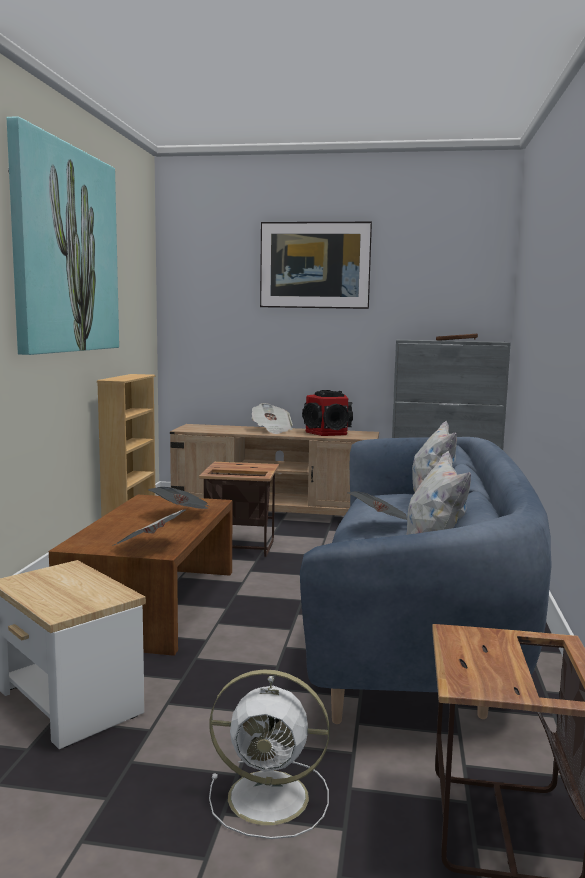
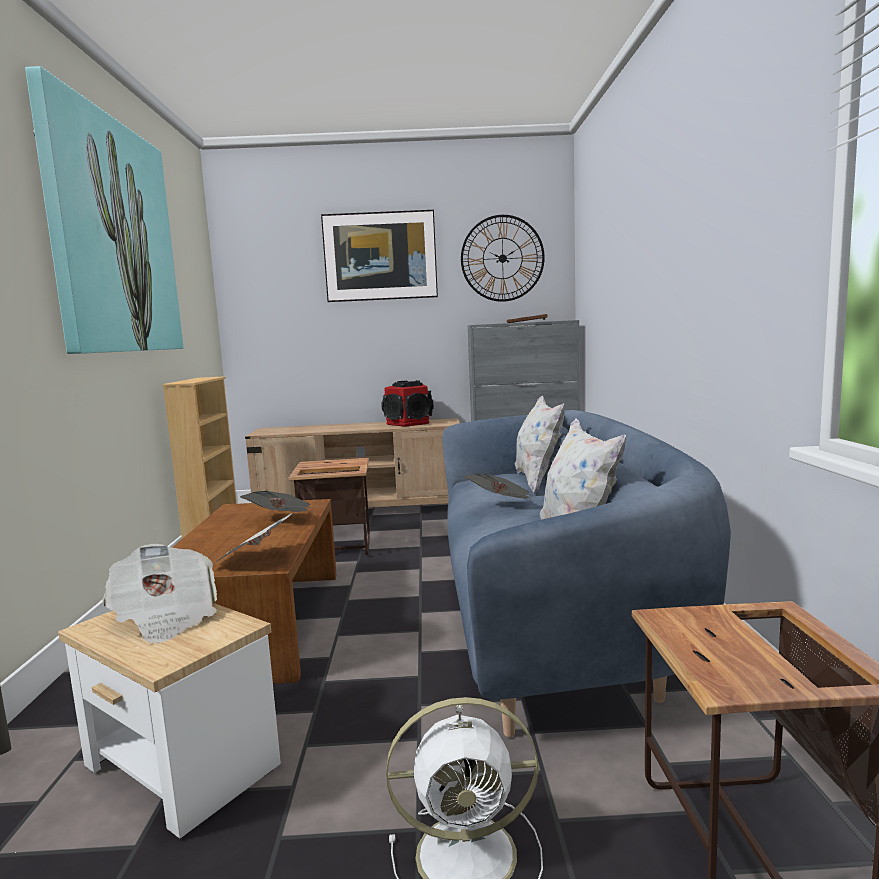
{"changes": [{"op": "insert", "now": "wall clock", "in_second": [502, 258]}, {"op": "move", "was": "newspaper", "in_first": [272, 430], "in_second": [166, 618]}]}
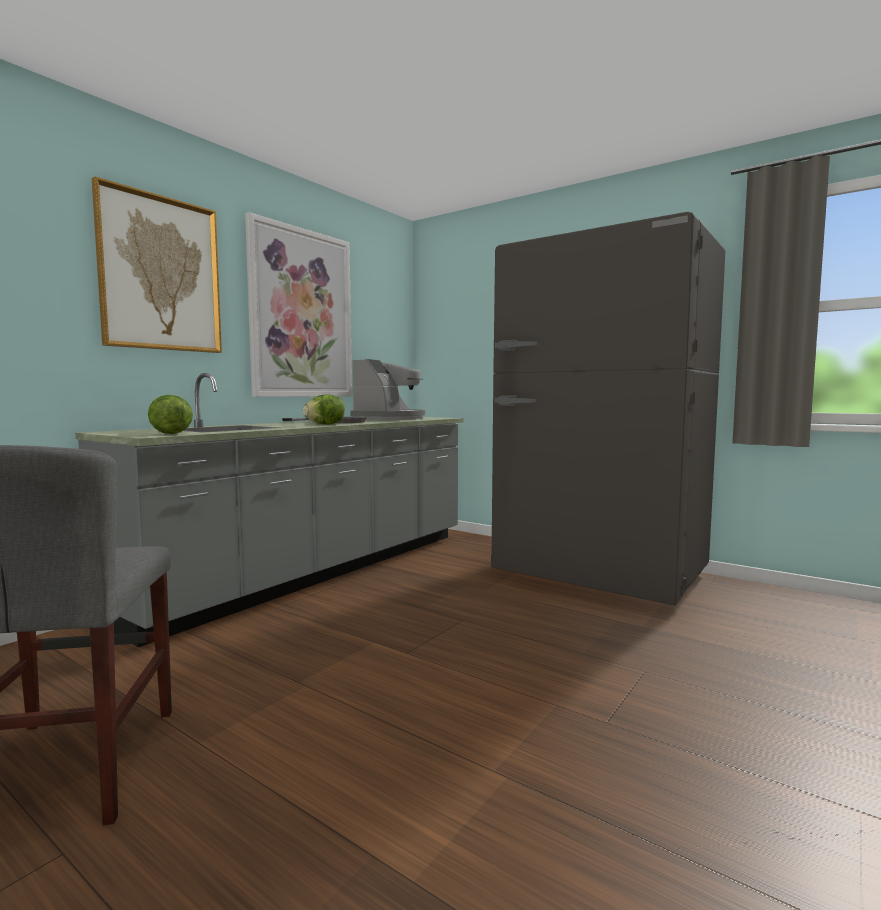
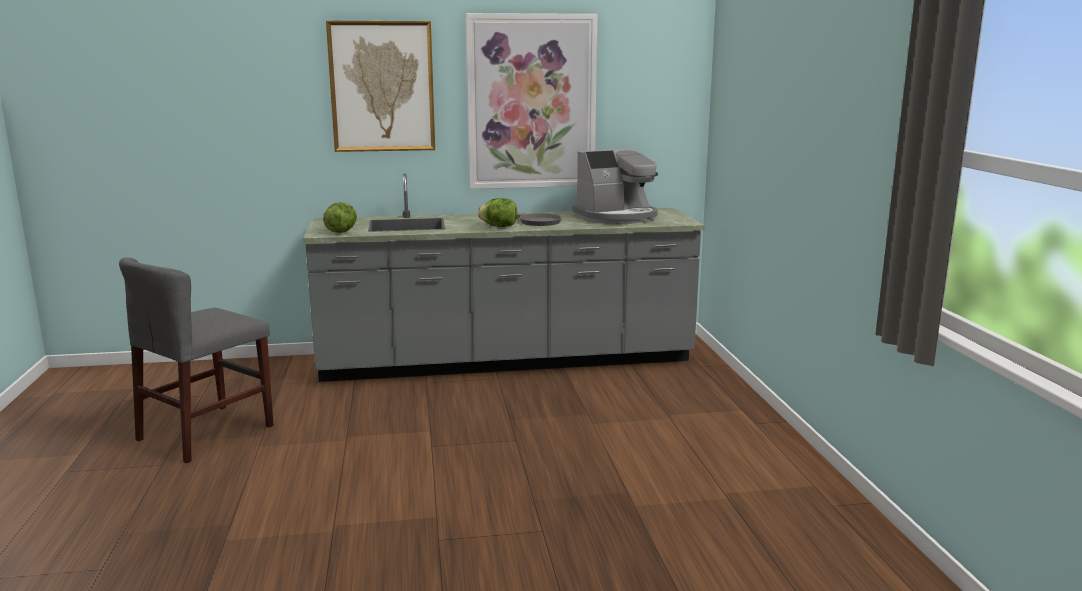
{"changes": [{"op": "delete", "was": "grey fridge", "in_first": [599, 575]}]}
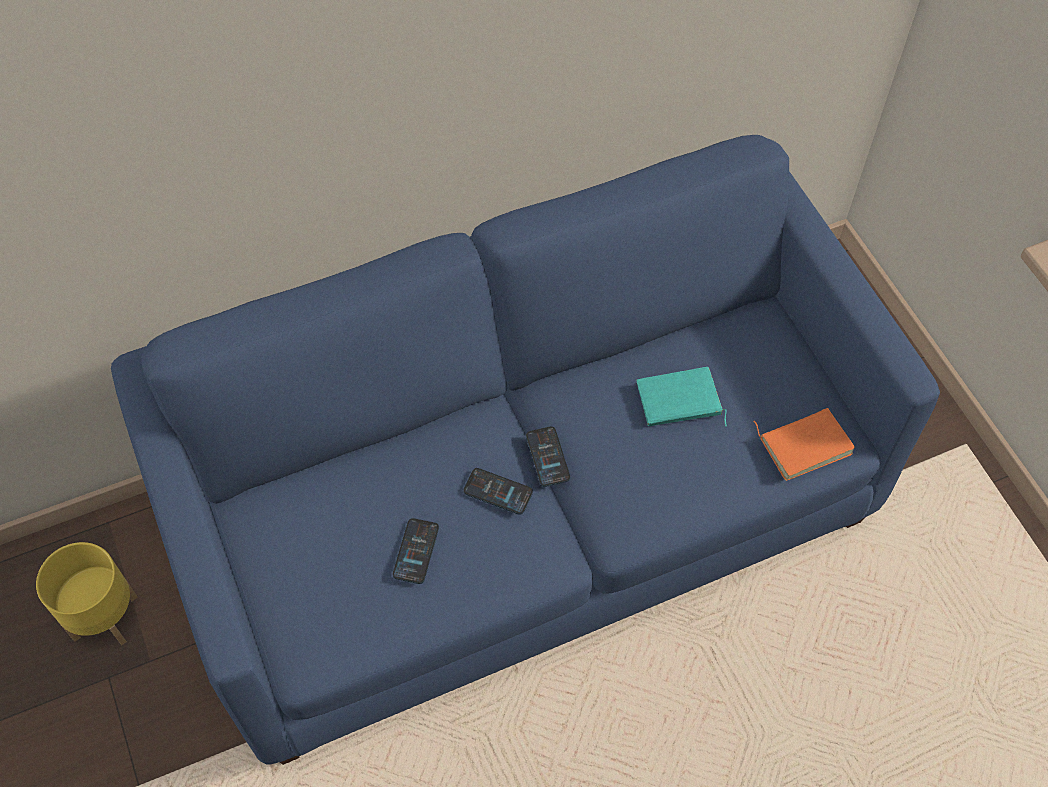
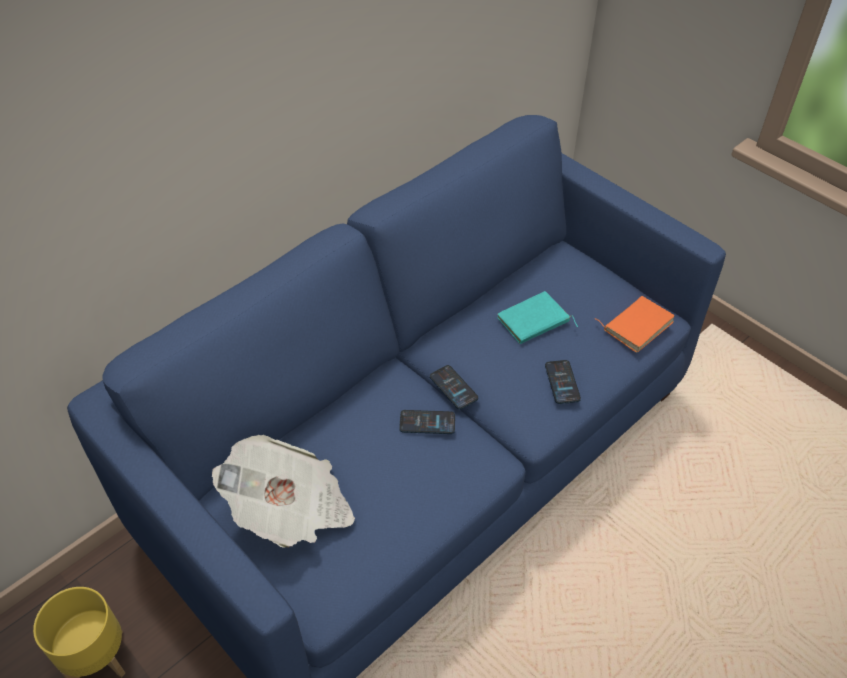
{"changes": [{"op": "insert", "now": "newspaper", "in_second": [291, 509]}, {"op": "move", "was": "phone", "in_first": [416, 551], "in_second": [562, 382]}]}
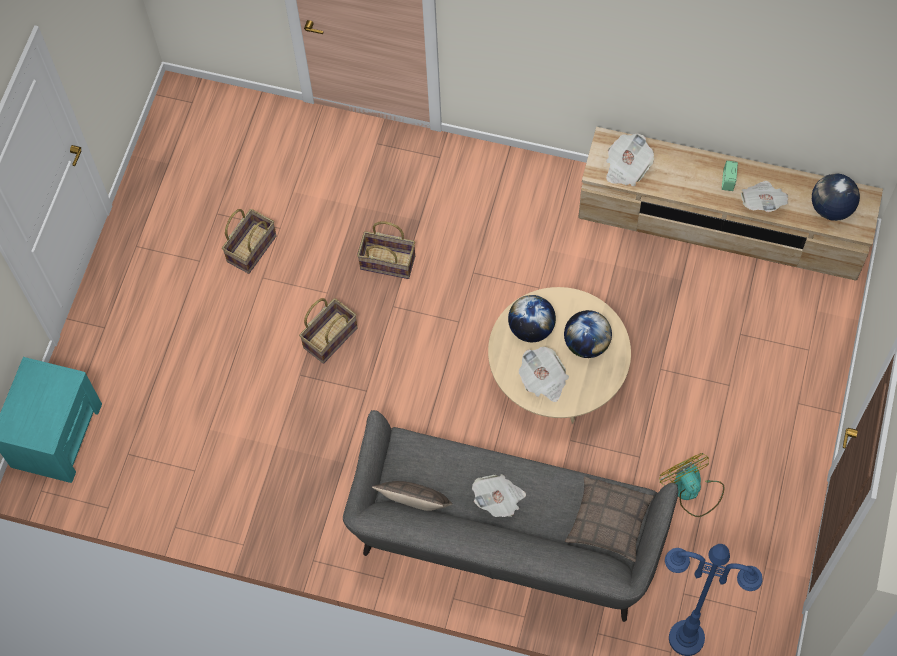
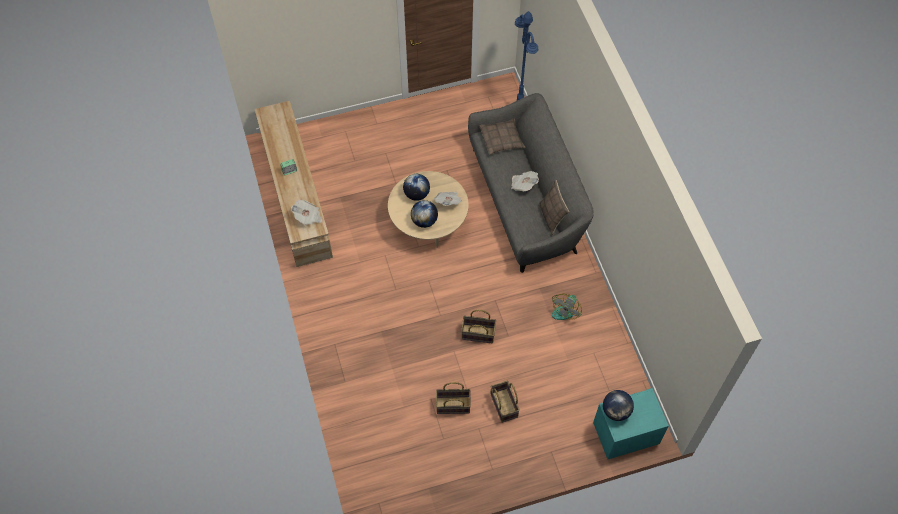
{"changes": [{"op": "delete", "was": "newspaper", "in_first": [762, 202]}, {"op": "move", "was": "basket", "in_first": [388, 262], "in_second": [503, 405]}, {"op": "move", "was": "fan", "in_first": [692, 490], "in_second": [565, 309]}, {"op": "move", "was": "globe", "in_first": [831, 208], "in_second": [616, 411]}]}
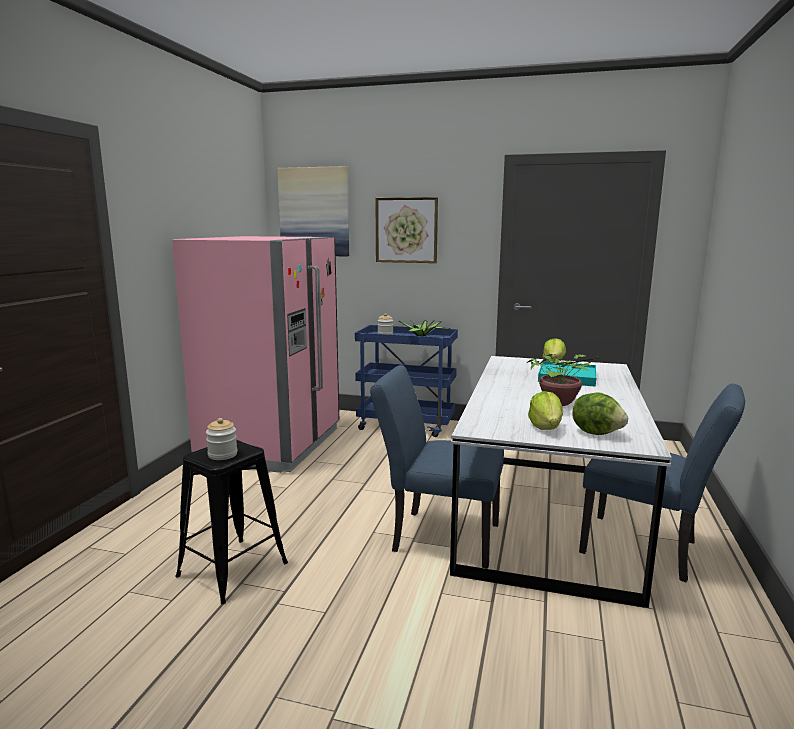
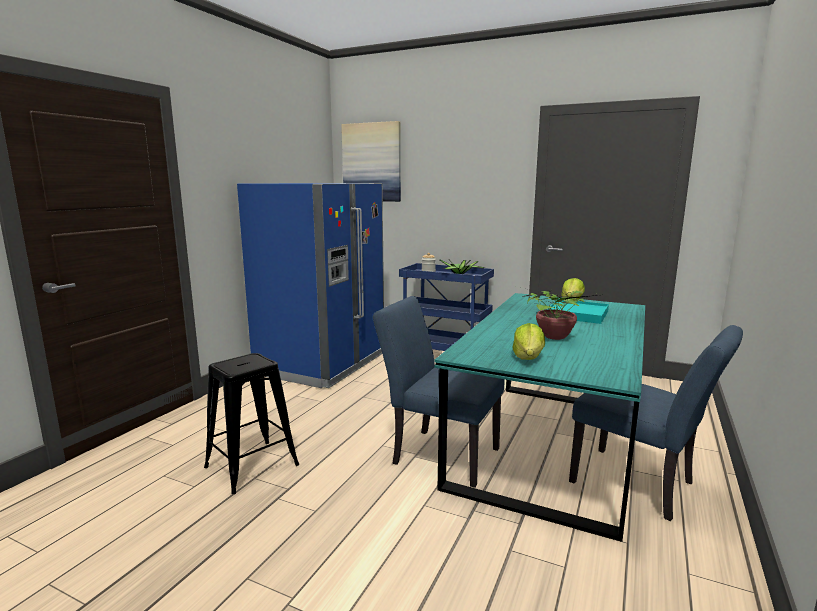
{"changes": [{"op": "delete", "was": "jar", "in_first": [222, 455]}, {"op": "delete", "was": "picture", "in_first": [406, 230]}, {"op": "delete", "was": "lettuce", "in_first": [597, 432]}, {"op": "recolor", "was": "pink fridge", "now": "blue fridge", "in_first": [271, 445], "in_second": [322, 364]}, {"op": "recolor", "was": "white dining table", "now": "turquoise dining table", "in_first": [549, 515], "in_second": [551, 444]}]}
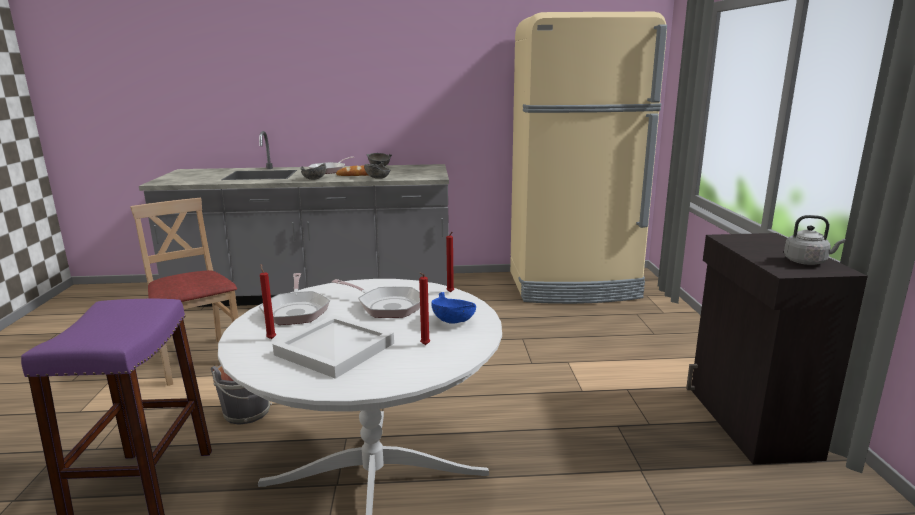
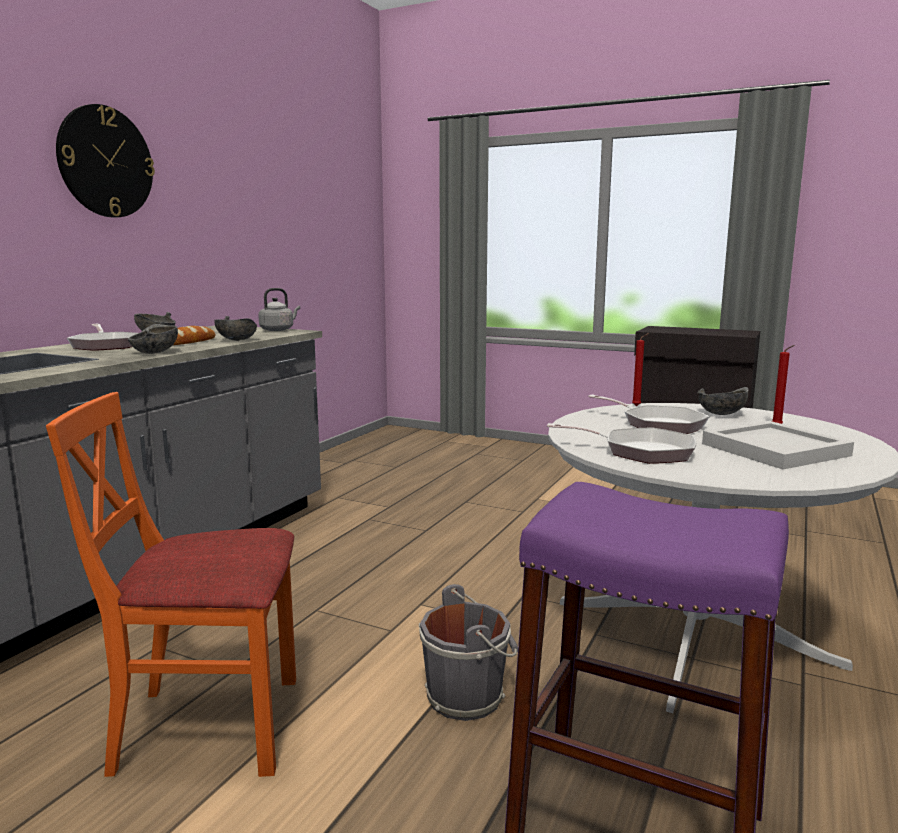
{"changes": [{"op": "delete", "was": "red candle", "in_first": [271, 338]}, {"op": "delete", "was": "beige fridge", "in_first": [573, 286]}, {"op": "insert", "now": "wall clock", "in_second": [105, 162]}, {"op": "move", "was": "grey kettle", "in_first": [807, 262], "in_second": [278, 330]}, {"op": "recolor", "was": "beige chair", "now": "orange chair", "in_first": [199, 360], "in_second": [209, 726]}, {"op": "recolor", "was": "blue bowl", "now": "grey bowl", "in_first": [454, 321], "in_second": [720, 414]}, {"op": "rotate", "was": "frying pan", "in_first": [386, 306], "in_second": [658, 425], "clockwise": 75}]}
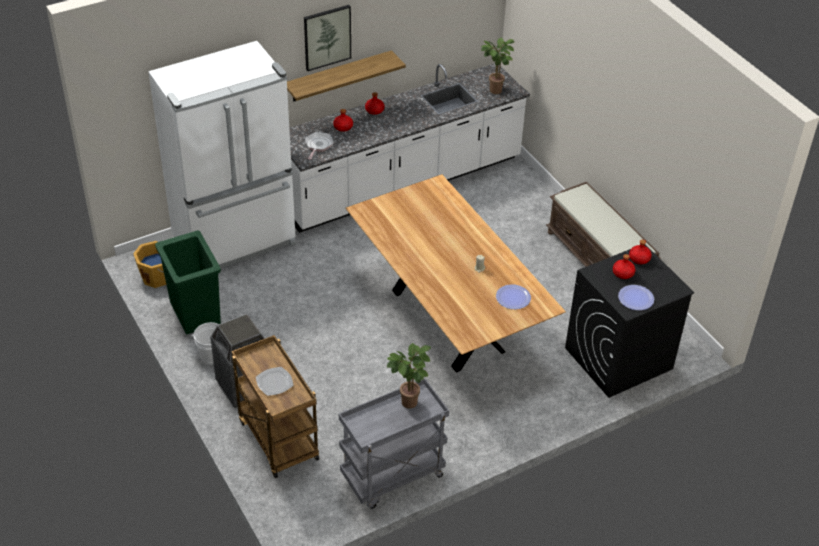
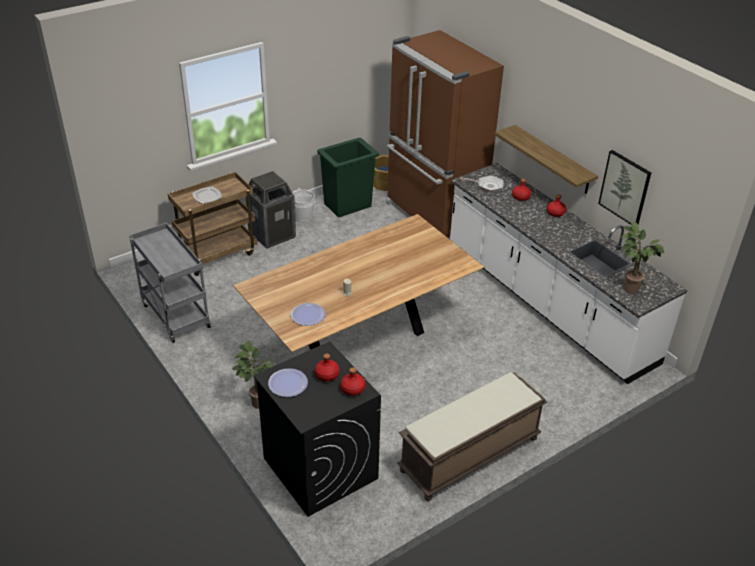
{"changes": [{"op": "move", "was": "picture", "in_first": [327, 37], "in_second": [625, 188]}, {"op": "move", "was": "potted plant", "in_first": [409, 404], "in_second": [256, 403]}, {"op": "recolor", "was": "white fridge", "now": "brown fridge", "in_first": [236, 242], "in_second": [433, 216]}]}
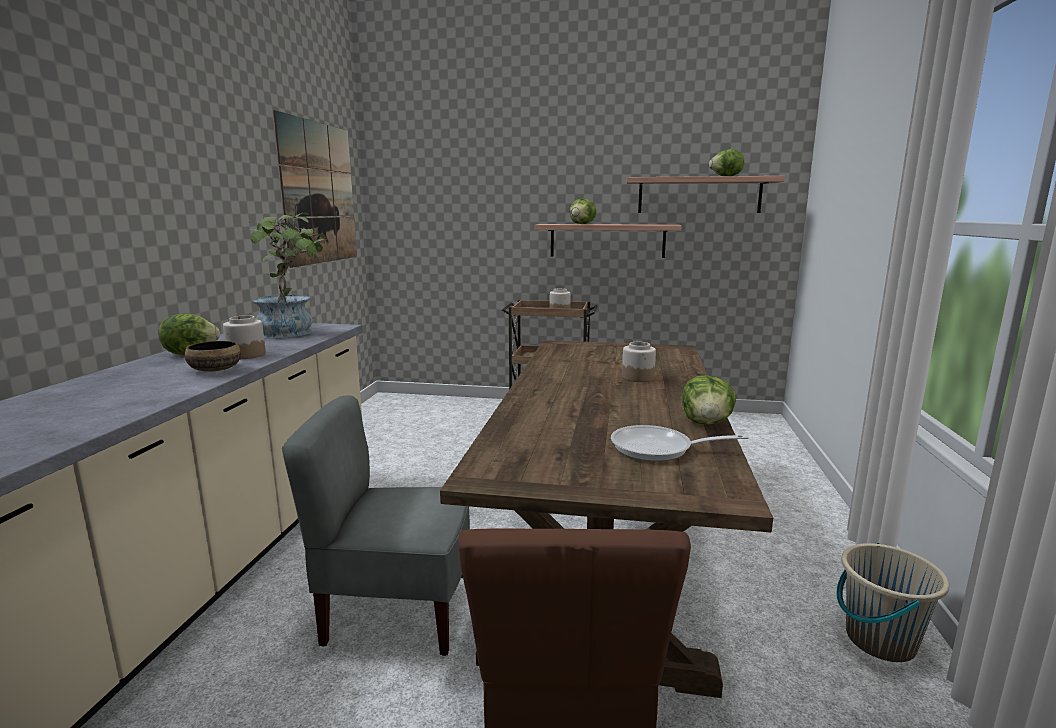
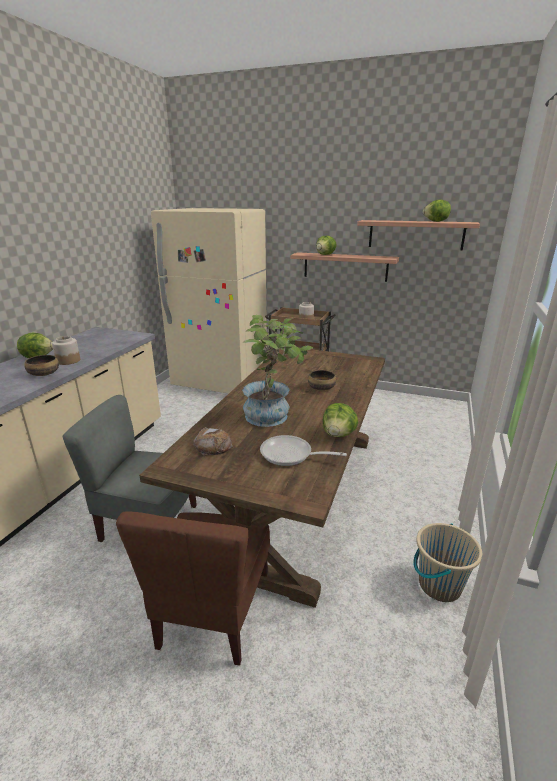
{"changes": [{"op": "delete", "was": "picture", "in_first": [319, 193]}, {"op": "insert", "now": "beige fridge", "in_second": [220, 381]}, {"op": "insert", "now": "bread", "in_second": [213, 445]}, {"op": "move", "was": "potted plant", "in_first": [293, 332], "in_second": [273, 416]}, {"op": "replace", "was": "jar", "now": "bowl", "in_first": [638, 377], "in_second": [321, 388]}]}
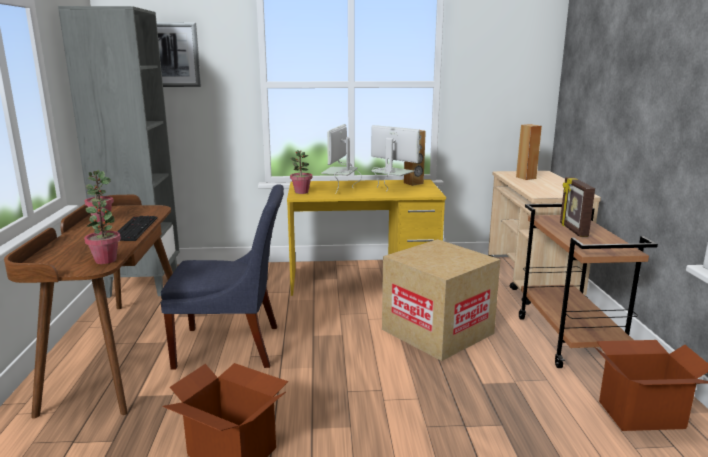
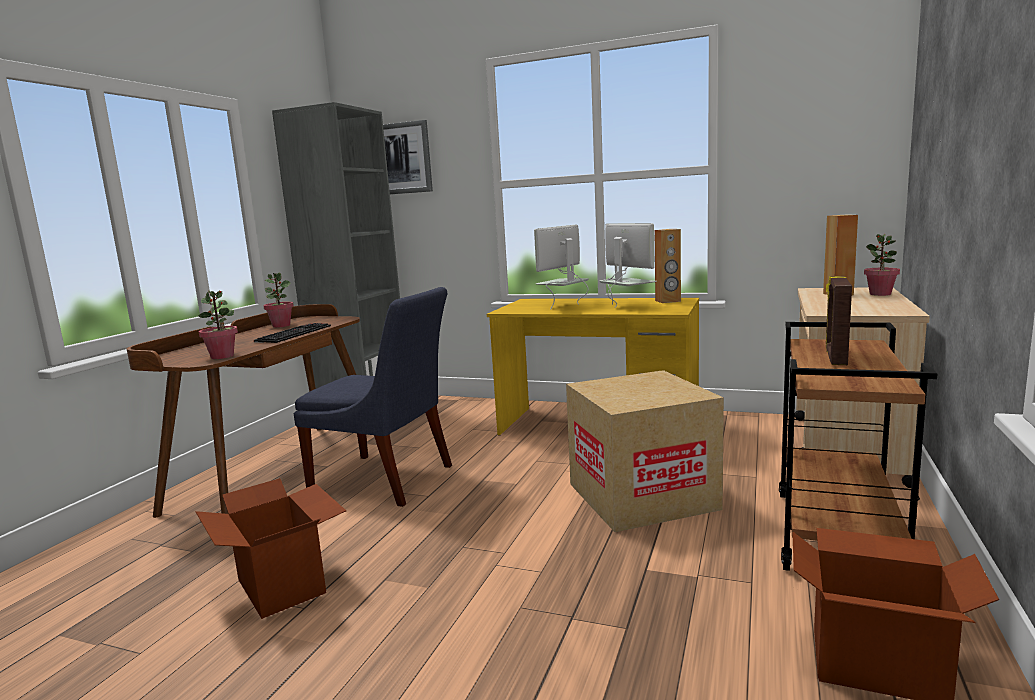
{"changes": [{"op": "move", "was": "potted plant", "in_first": [301, 192], "in_second": [880, 294]}]}
